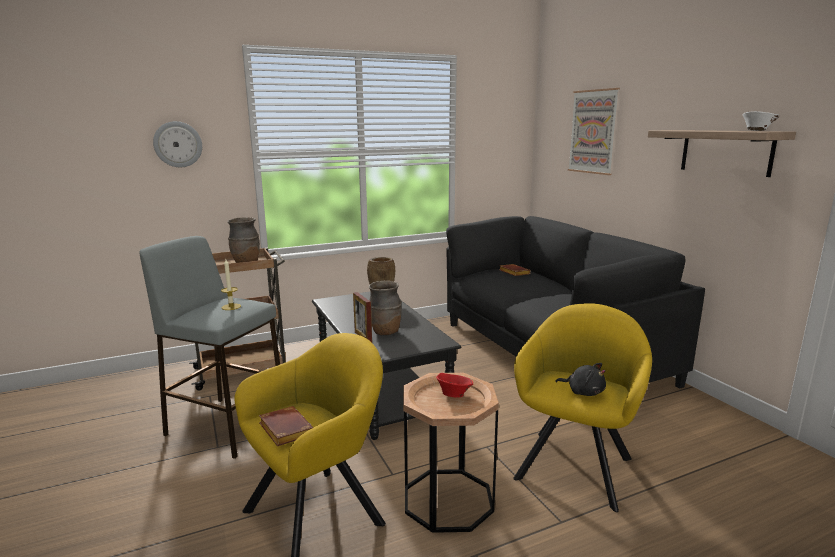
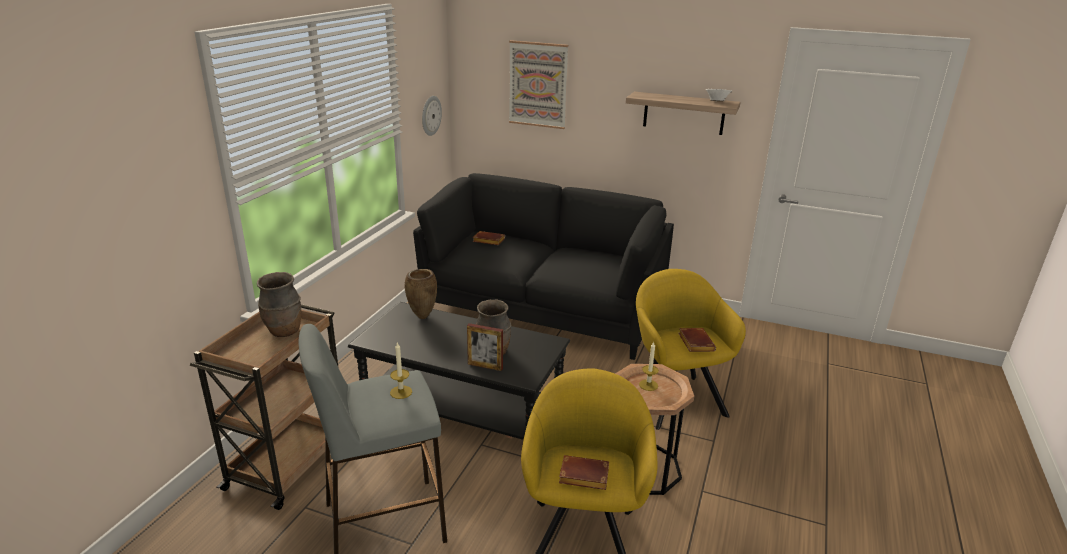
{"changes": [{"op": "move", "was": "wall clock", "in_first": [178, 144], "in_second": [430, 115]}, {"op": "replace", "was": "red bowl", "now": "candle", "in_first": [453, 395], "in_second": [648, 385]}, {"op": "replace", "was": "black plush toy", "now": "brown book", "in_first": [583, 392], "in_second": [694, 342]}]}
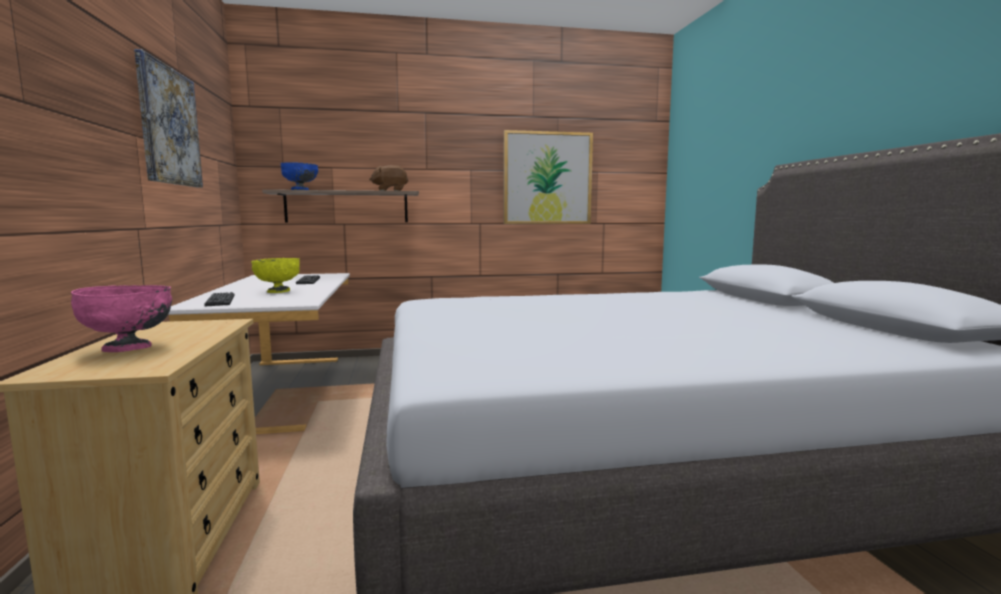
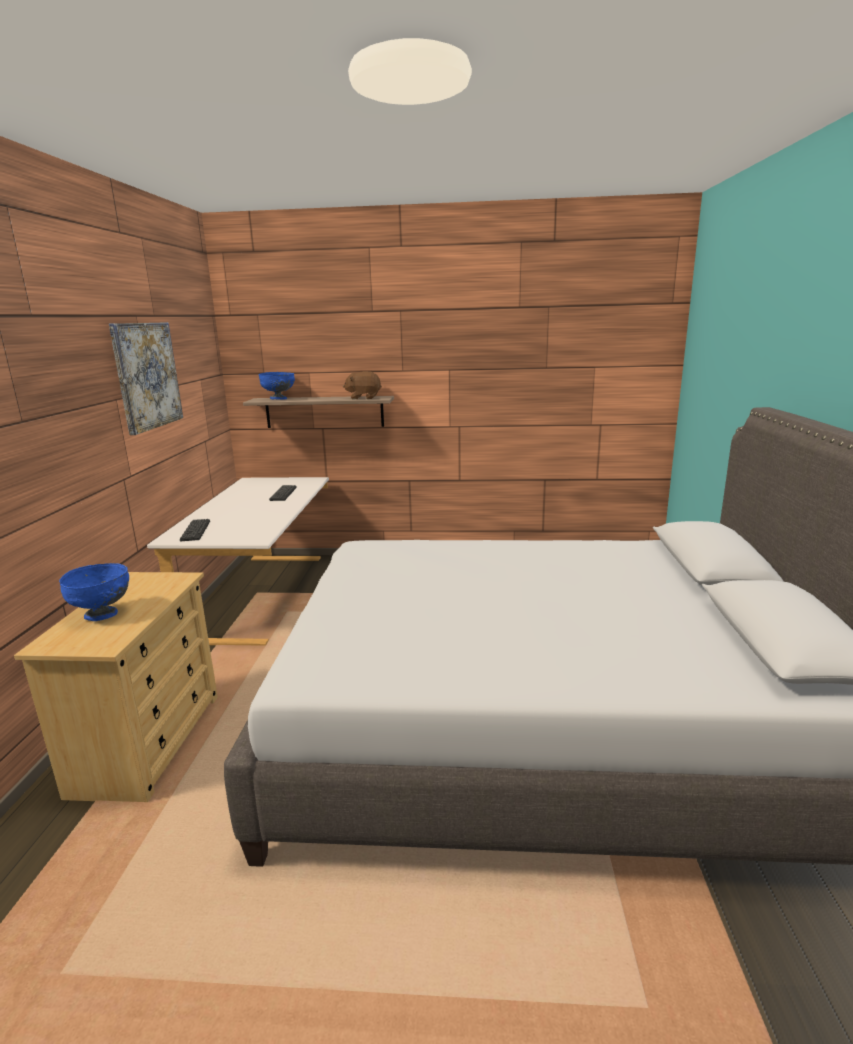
{"changes": [{"op": "delete", "was": "yellow bowl", "in_first": [278, 291]}, {"op": "delete", "was": "picture", "in_first": [547, 178]}, {"op": "recolor", "was": "pink bowl", "now": "blue bowl", "in_first": [129, 349], "in_second": [102, 615]}]}
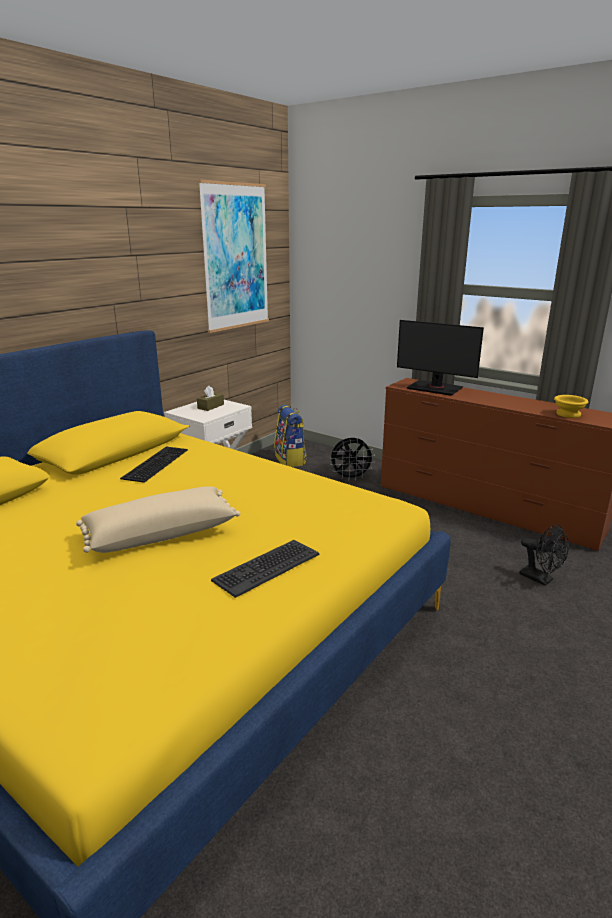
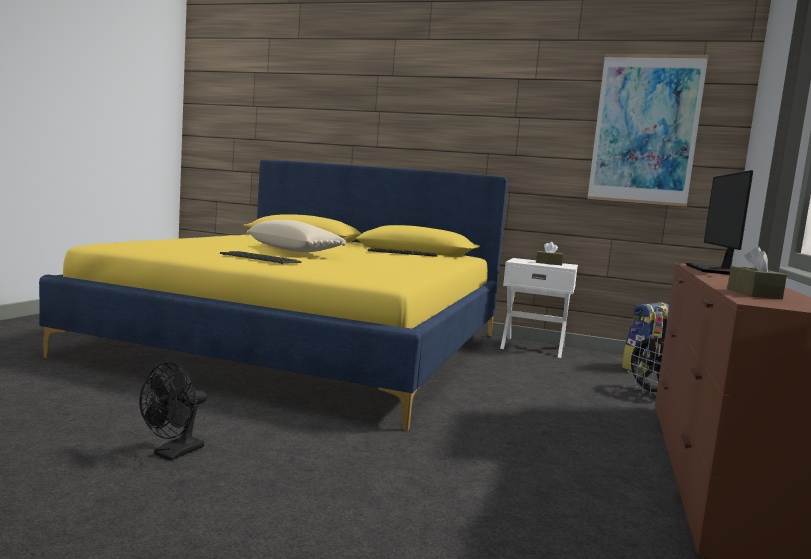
{"changes": [{"op": "move", "was": "black fan", "in_first": [540, 579], "in_second": [173, 453]}, {"op": "replace", "was": "yellow bowl", "now": "brown tissue box", "in_first": [569, 414], "in_second": [753, 293]}]}
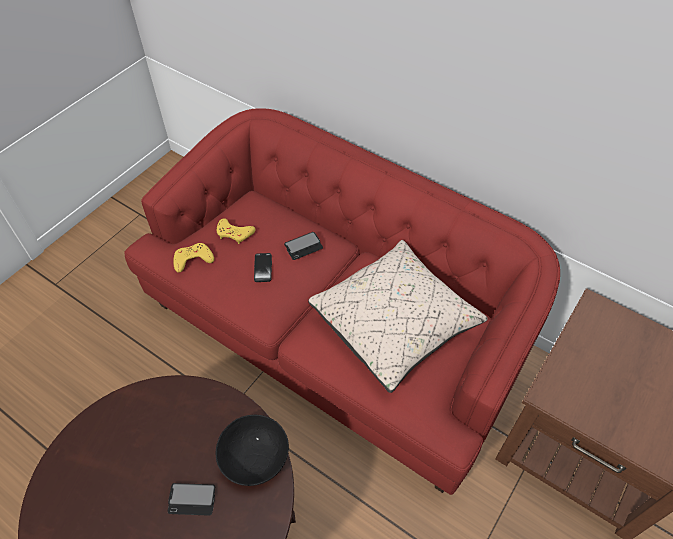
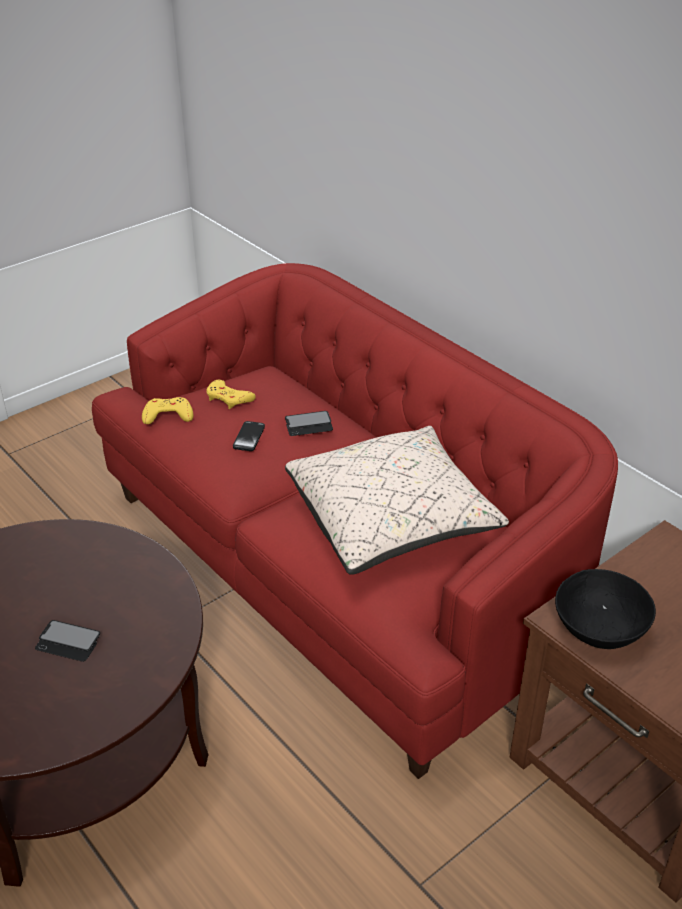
{"changes": [{"op": "move", "was": "black bowl", "in_first": [255, 458], "in_second": [600, 629]}]}
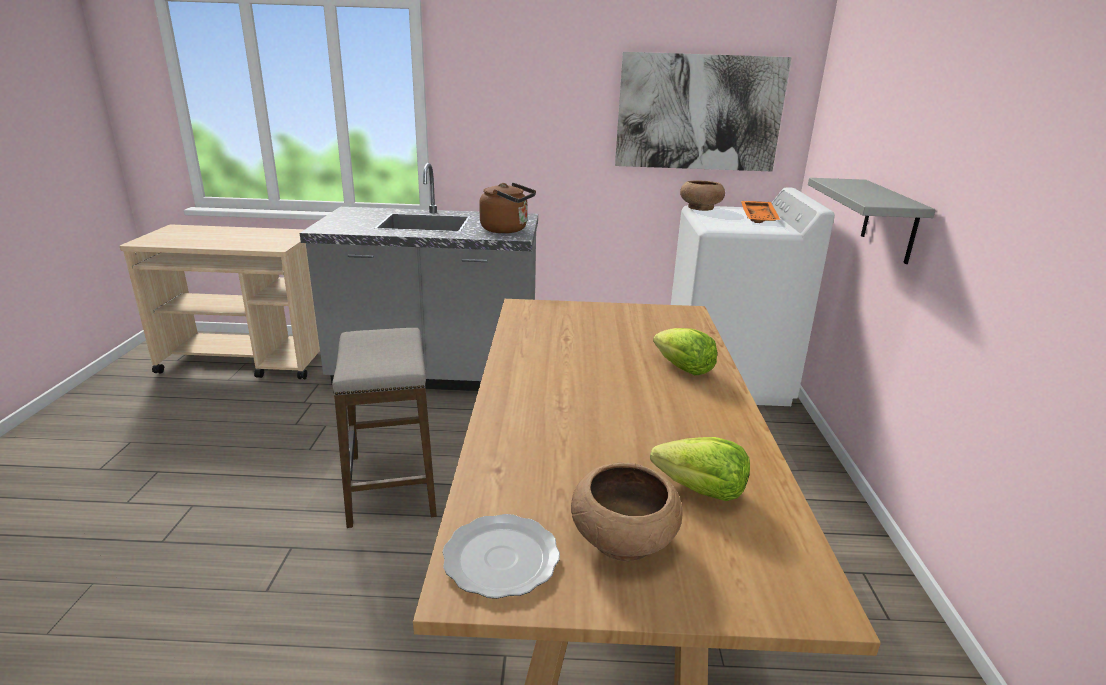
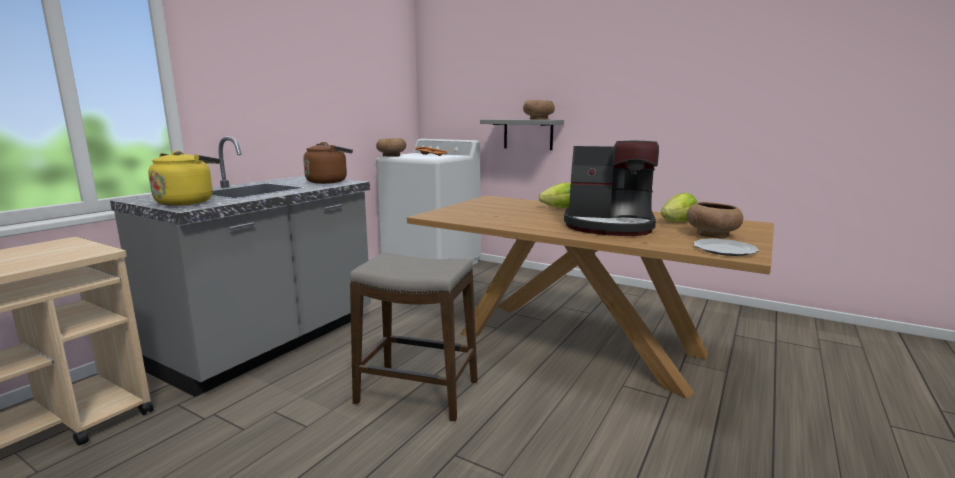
{"changes": [{"op": "delete", "was": "picture", "in_first": [699, 113]}, {"op": "insert", "now": "yellow kettle", "in_second": [187, 202]}, {"op": "insert", "now": "brown bowl", "in_second": [538, 119]}, {"op": "insert", "now": "coffee machine", "in_second": [609, 226]}]}
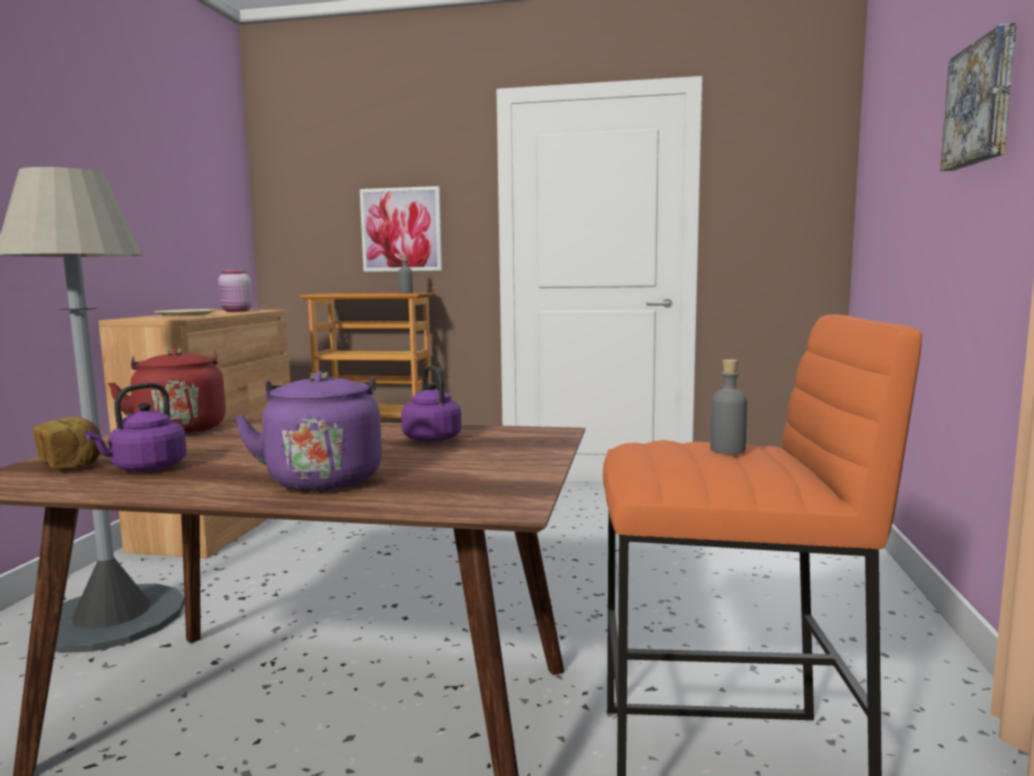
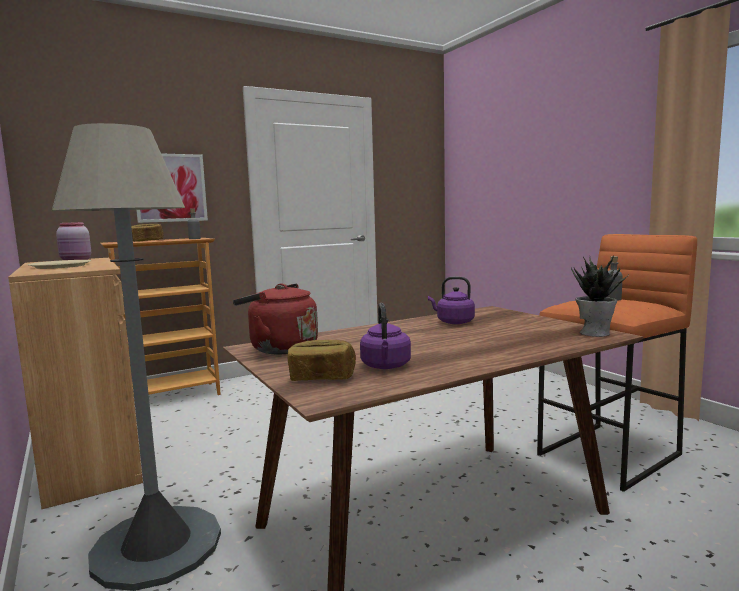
{"changes": [{"op": "delete", "was": "purple kettle", "in_first": [324, 478]}, {"op": "delete", "was": "picture", "in_first": [982, 103]}, {"op": "insert", "now": "bread", "in_second": [147, 241]}, {"op": "insert", "now": "potted plant", "in_second": [595, 333]}]}
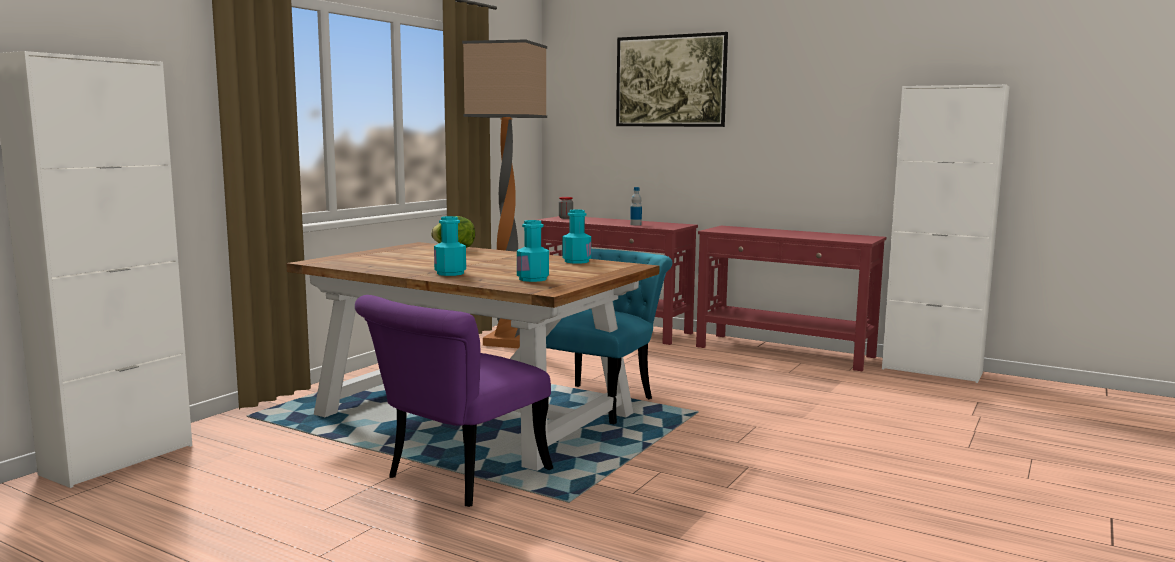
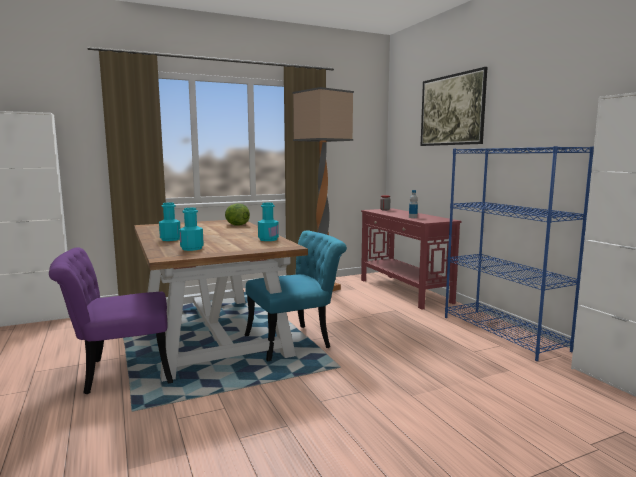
{"changes": [{"op": "replace", "was": "red console table", "now": "blue bookcase", "in_first": [785, 352], "in_second": [503, 333]}]}
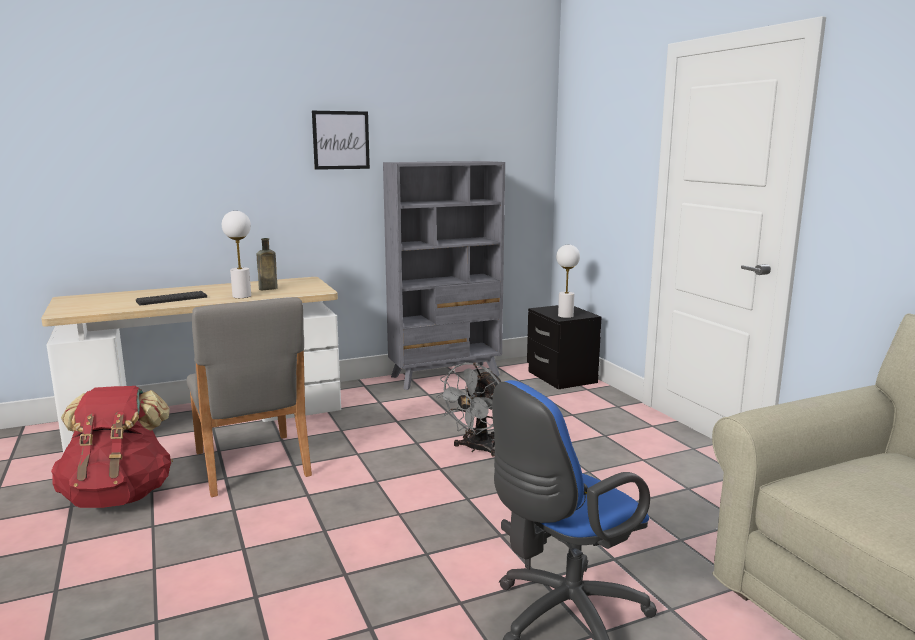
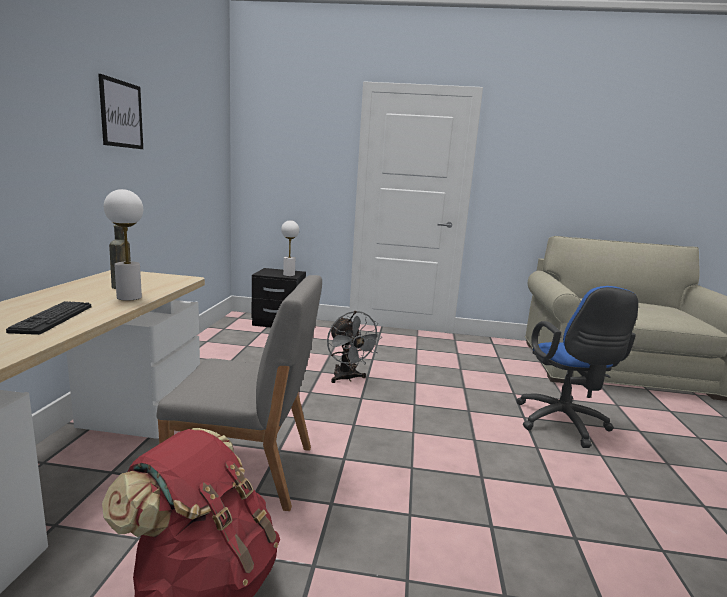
{"changes": [{"op": "delete", "was": "grey bookcase", "in_first": [446, 376]}]}
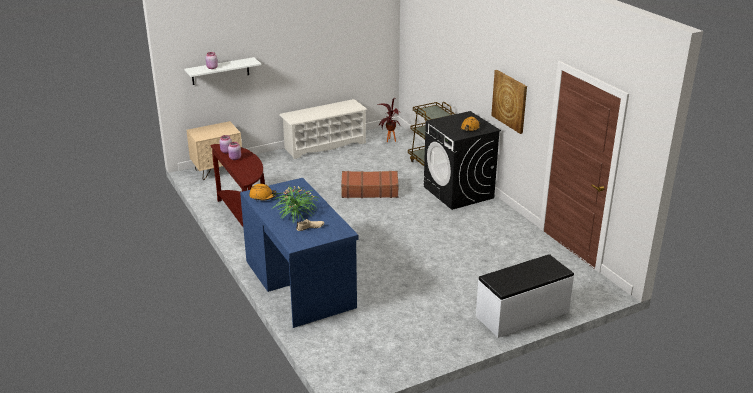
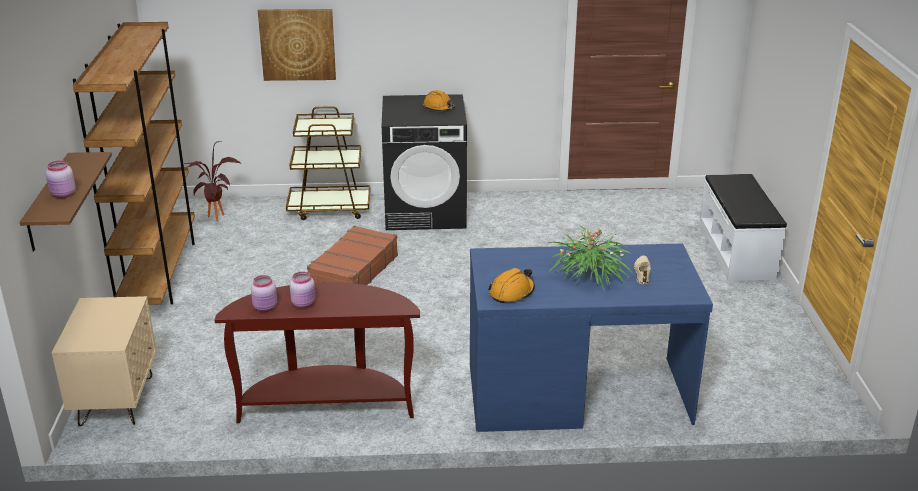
{"changes": [{"op": "move", "was": "picture", "in_first": [509, 101], "in_second": [297, 44]}, {"op": "replace", "was": "white shoe rack", "now": "brown bookcase", "in_first": [324, 145], "in_second": [159, 273]}, {"op": "recolor", "was": "white shelf", "now": "brown shelf", "in_first": [220, 71], "in_second": [48, 202]}]}
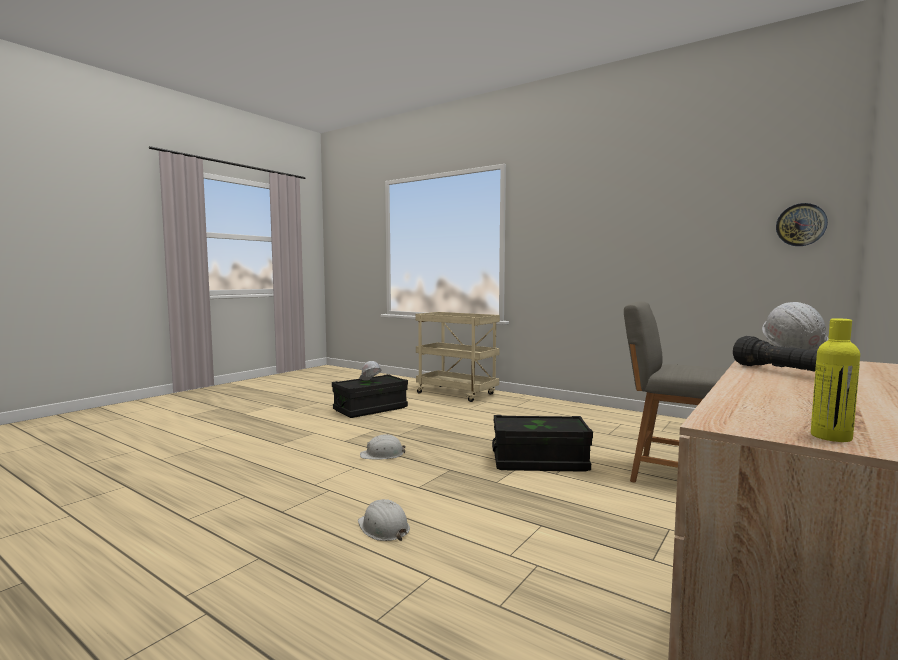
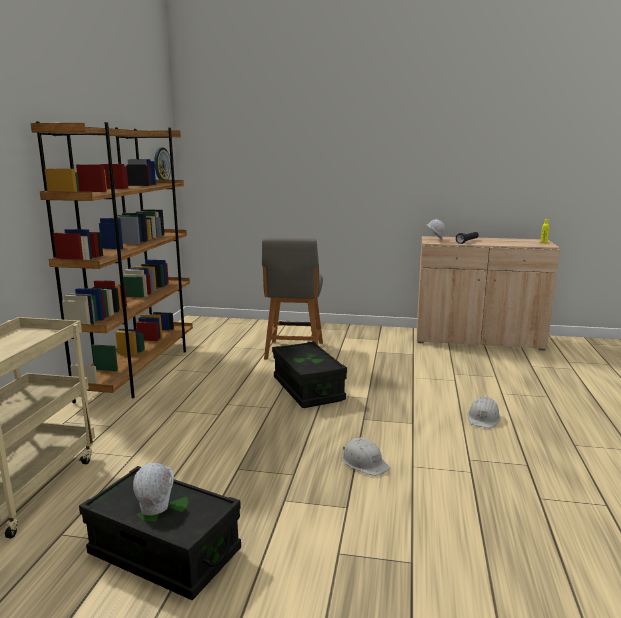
{"changes": [{"op": "insert", "now": "brown bookcase", "in_second": [139, 370]}]}
